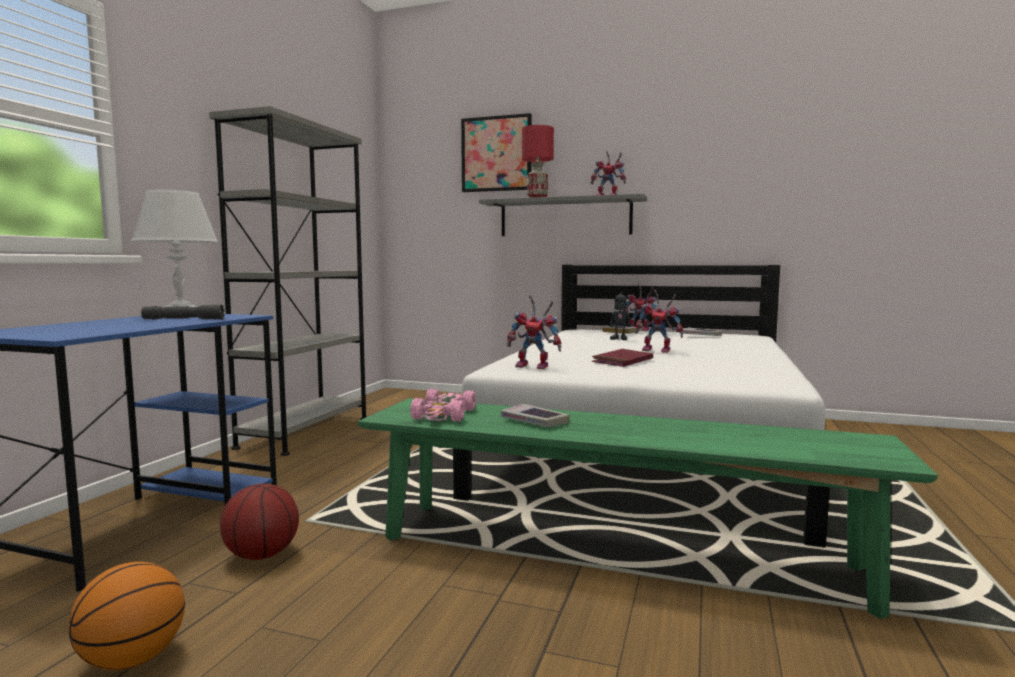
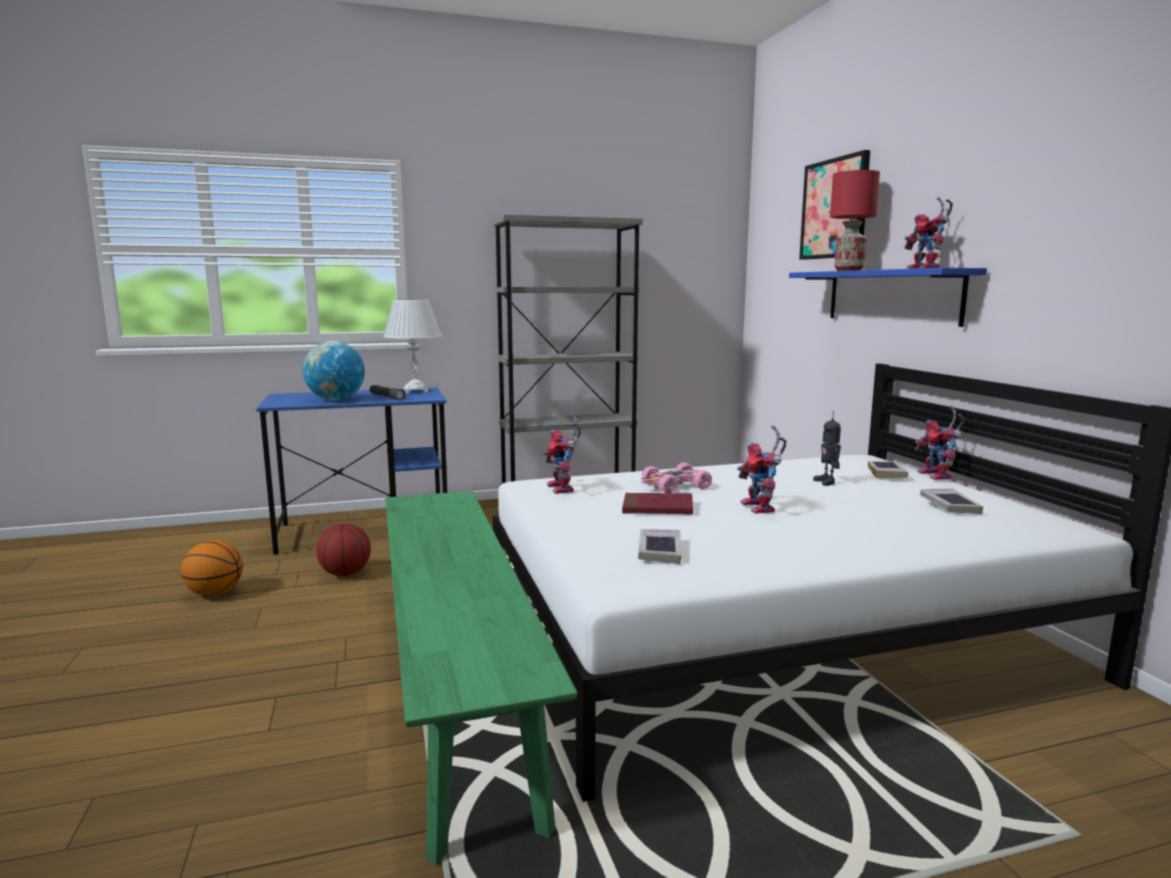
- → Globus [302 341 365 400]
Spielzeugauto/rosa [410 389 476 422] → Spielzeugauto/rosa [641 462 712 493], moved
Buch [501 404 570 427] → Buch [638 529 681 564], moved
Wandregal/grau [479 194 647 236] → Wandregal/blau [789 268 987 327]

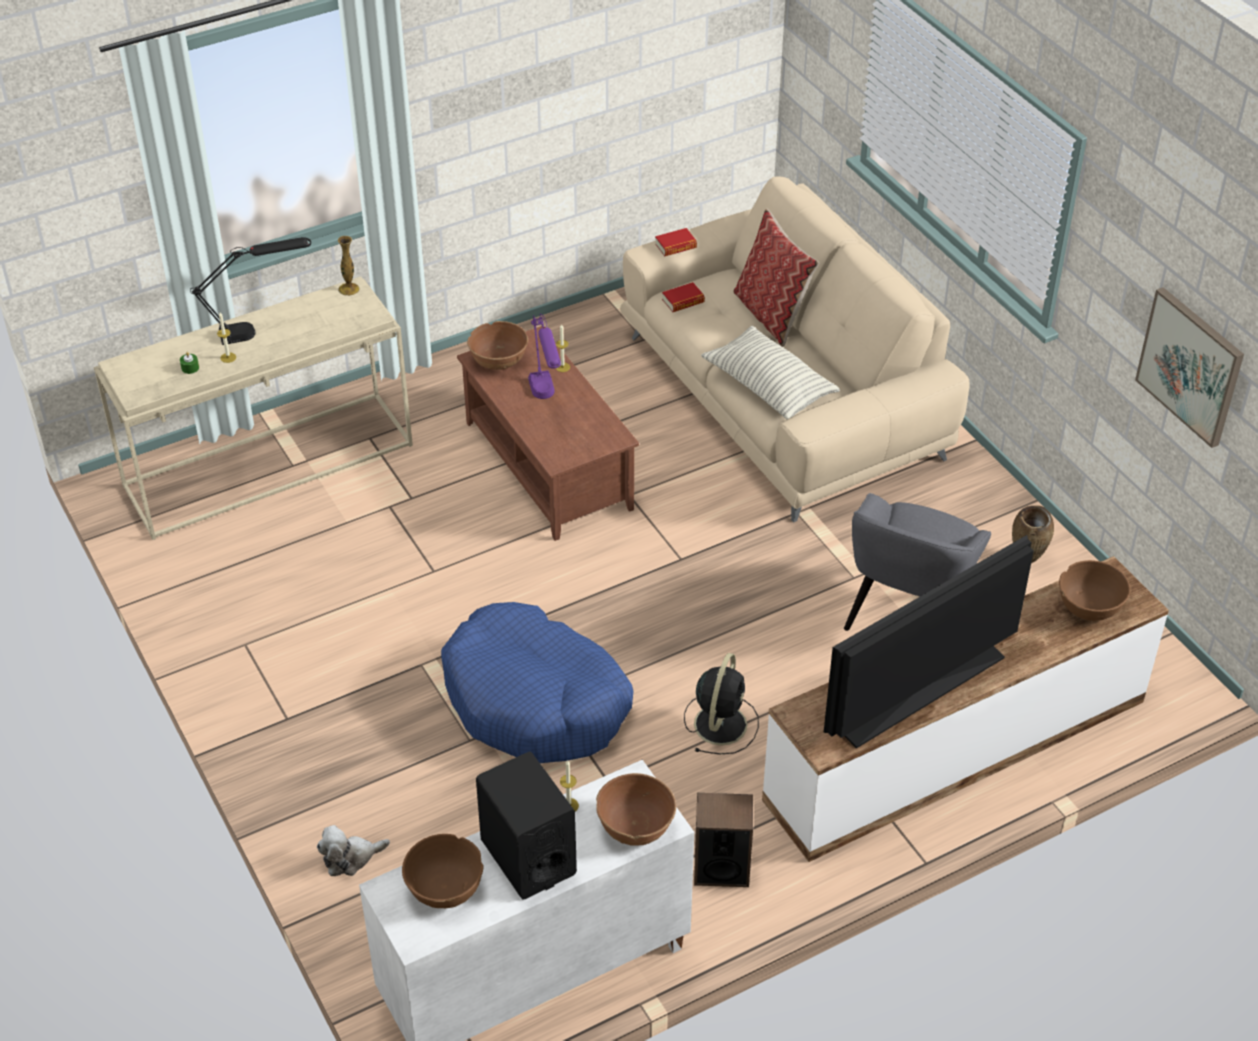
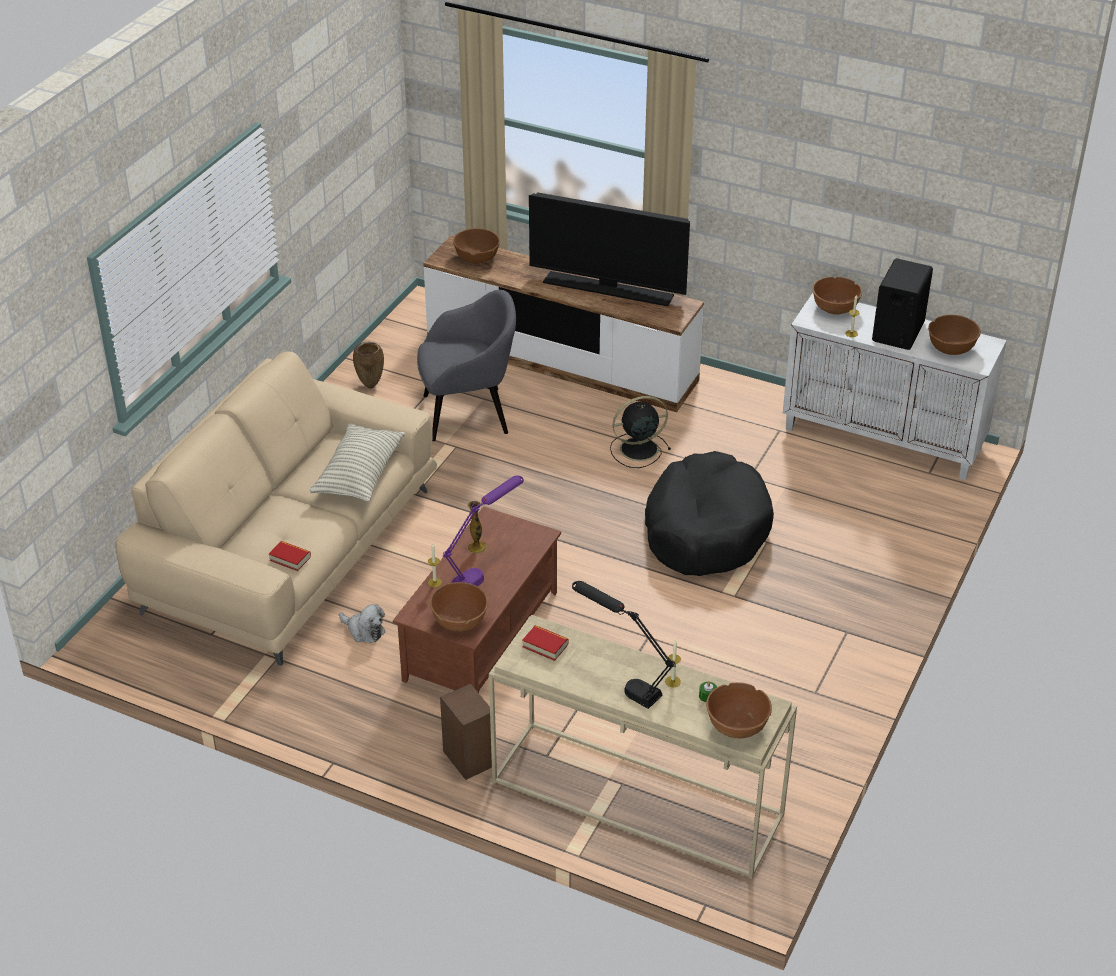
Kissen [733 209 819 347] → -
Bild [1135 287 1244 448] → -
- → Schüssel/braun [706 682 772 738]
Plüschtier [317 825 390 876] → Plüschtier [339 604 385 643], moved
Vase [338 236 360 296] → Vase [467 500 487 553], moved
Buch [655 228 697 256] → Buch [522 625 568 661], moved
Lautsprecher [694 793 753 887] → Lautsprecher [440 683 492 780], moved
Hundebett/blau [441 602 634 763] → Hundebett/schwarz [645 451 774 576]

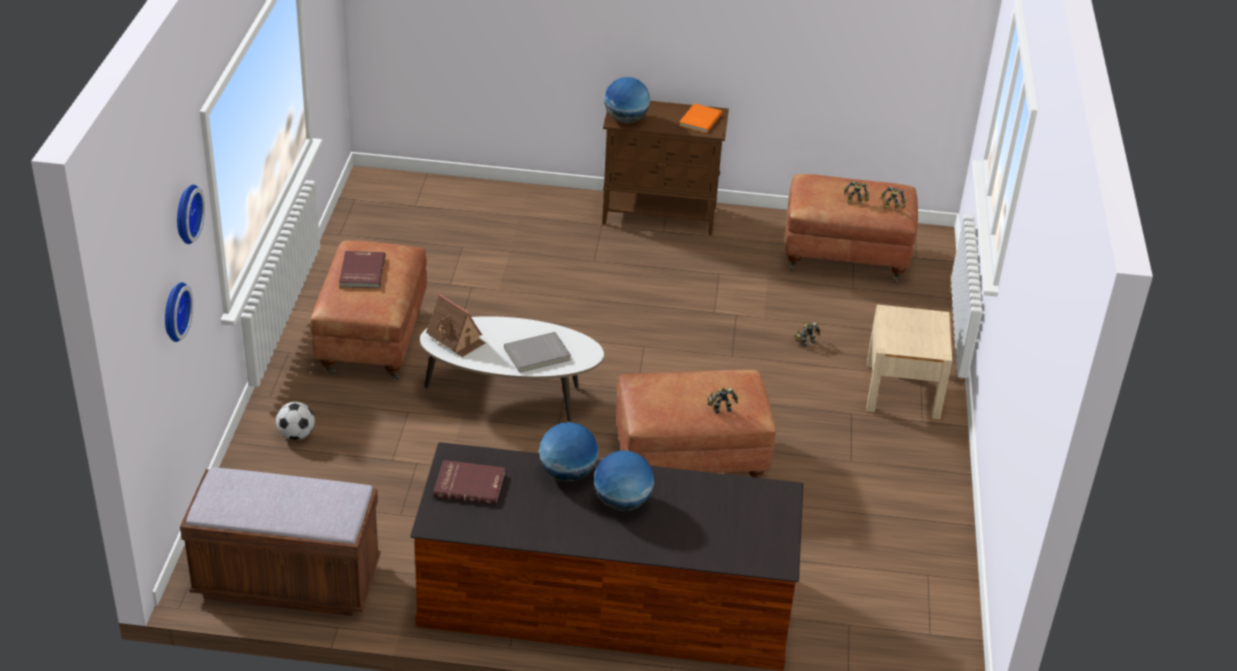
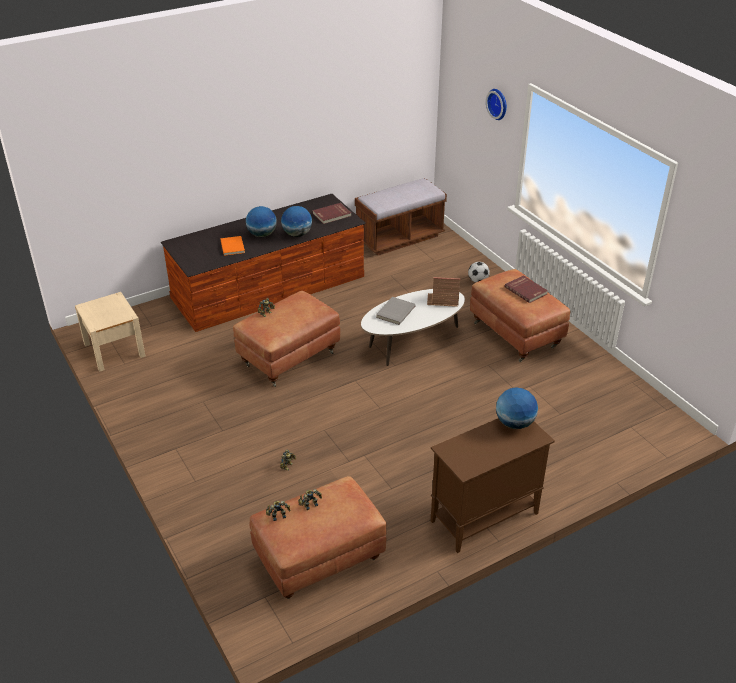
Wanduhr [165 282 193 342] → -
Buch/orange [679 103 722 133] → Buch/orange [220 236 245 256], moved
Nachttisch/beige [867 304 952 419] → Nachttisch/beige [75 292 145 372], moved

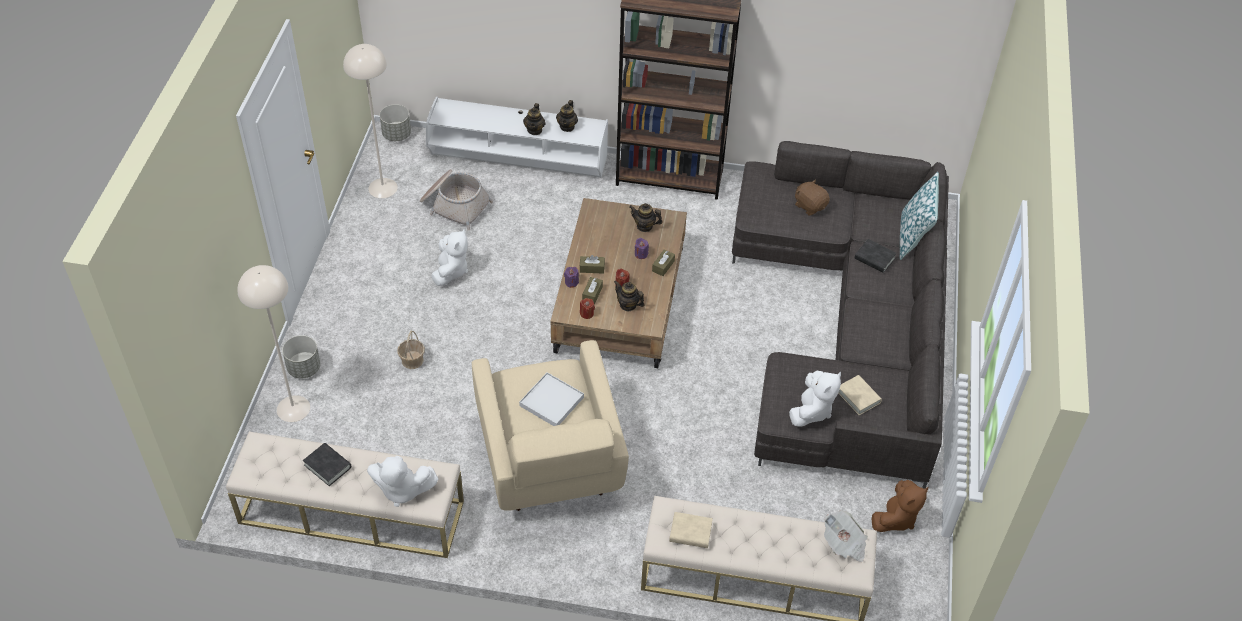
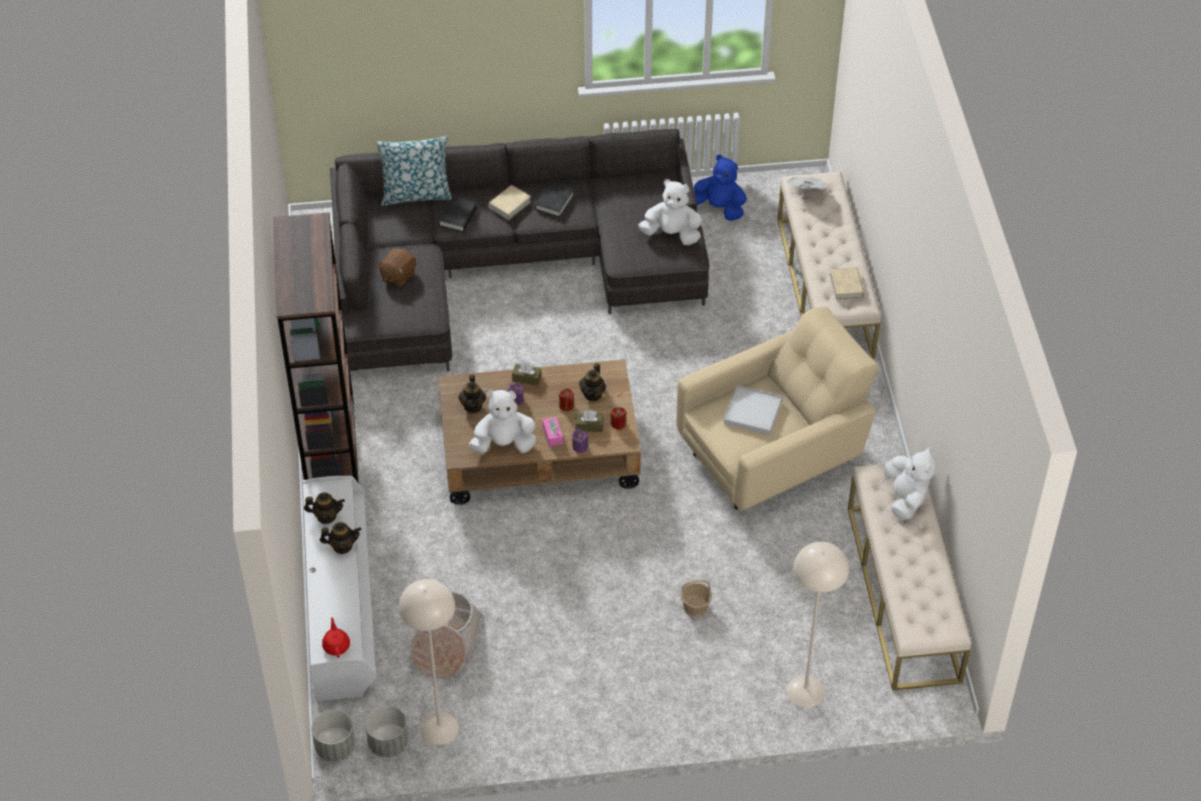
- → Teekanne/rot [322 618 350 658]
Pflanzkübel/grau [282 335 321 378] → Pflanzkübel/grau [365 706 408 758], moved
Buch/schwarz [303 443 351 486] → Buch/schwarz [535 183 574 217], moved
Plüschtier/weiß [431 228 468 286] → Plüschtier/weiß [469 390 537 453], moved
Buch/beige [838 375 882 415] → Buch/beige [488 185 531 220], moved
Taschentuchbox/braun [579 255 605 274] → Taschentuchbox/rosa [542 417 563 447]
Plüschtier/braun [872 480 929 532] → Plüschtier/blau [694 155 747 221]

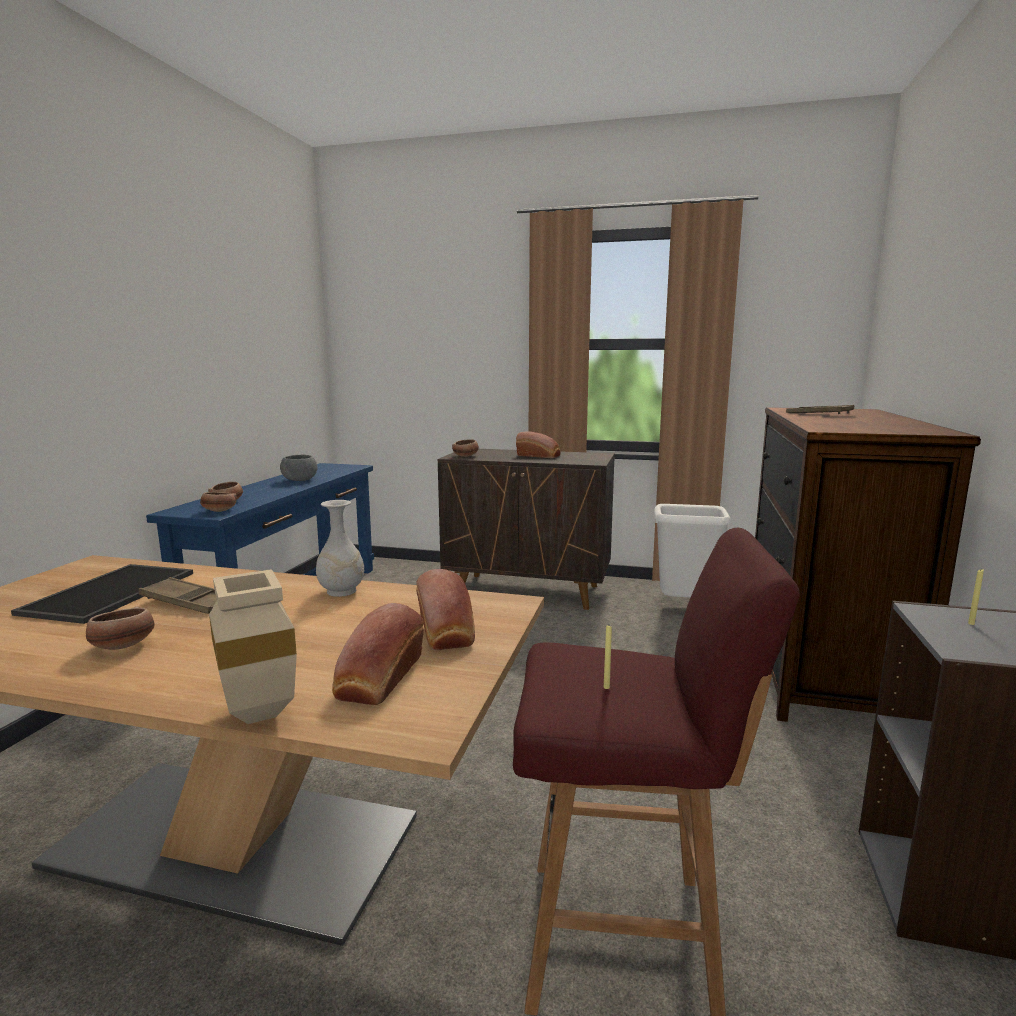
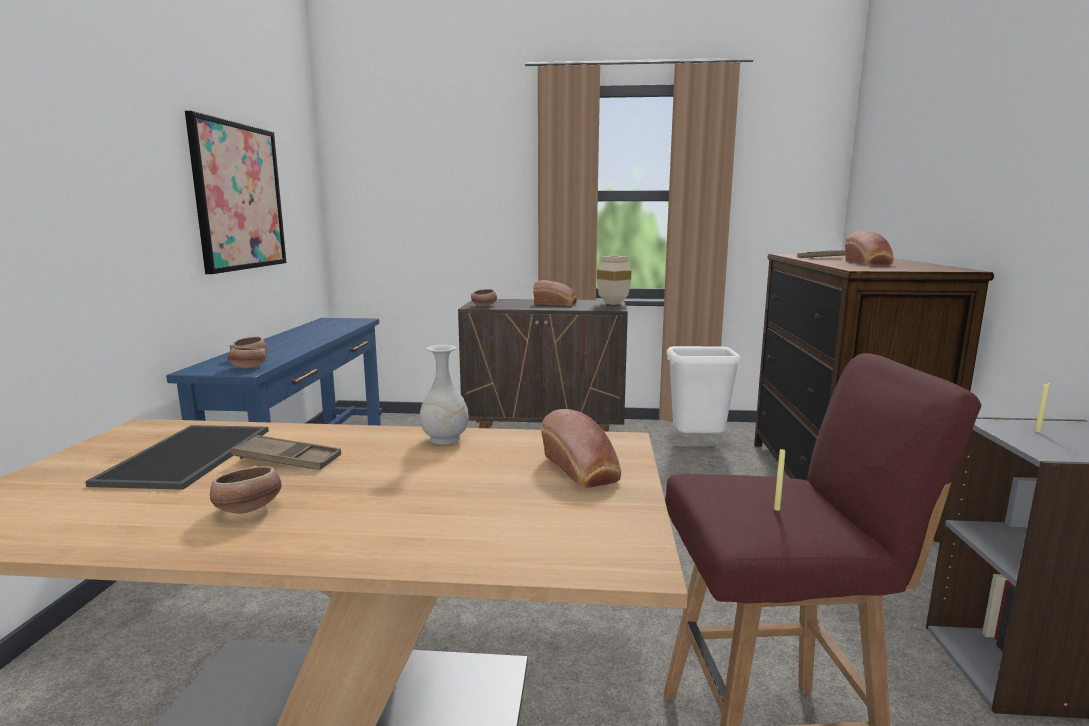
Schüssel/grau [280 455 318 481] → -
- → Bild [185 111 287 274]
Vase/beige [209 569 297 724] → Vase/beige [597 256 632 305], moved
Brot [332 603 424 705] → Brot [845 231 894 265], moved

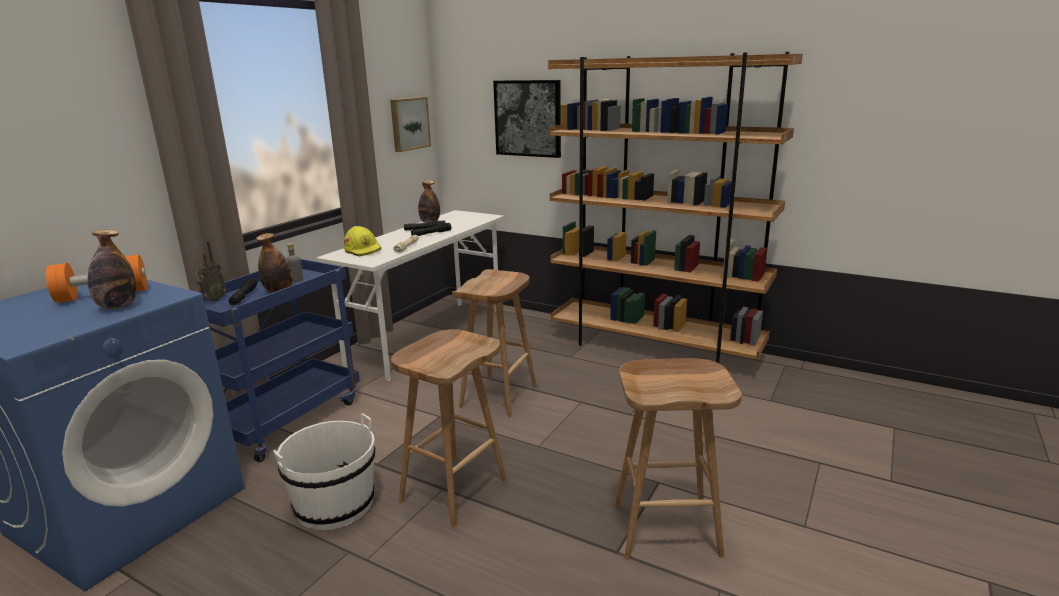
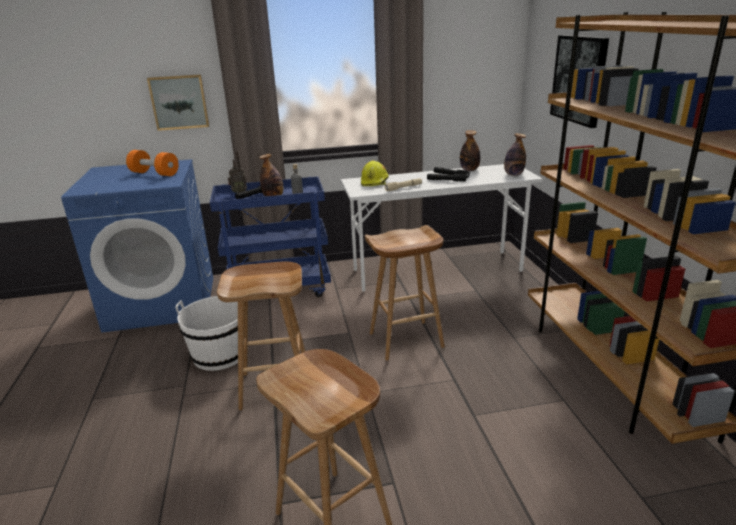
Flasche [88 230 136 309] → Flasche [504 133 526 176], moved
Bild [390 97 431 152] → Bild [147 74 209 131], moved

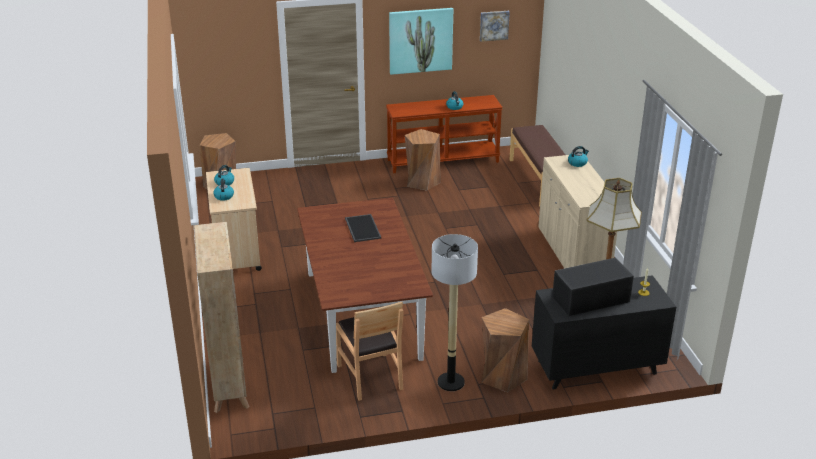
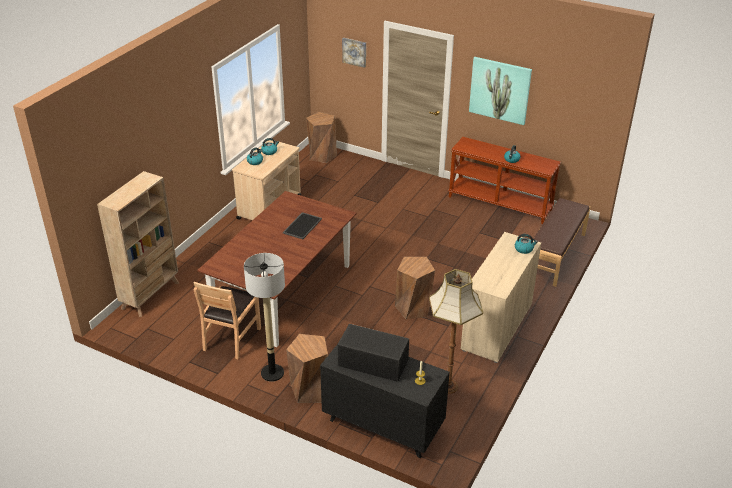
Hocker/braun [405 129 441 191] → Hocker/braun [395 257 435 319], moved
Bild [480 11 510 42] → Bild [342 38 366 68], moved

